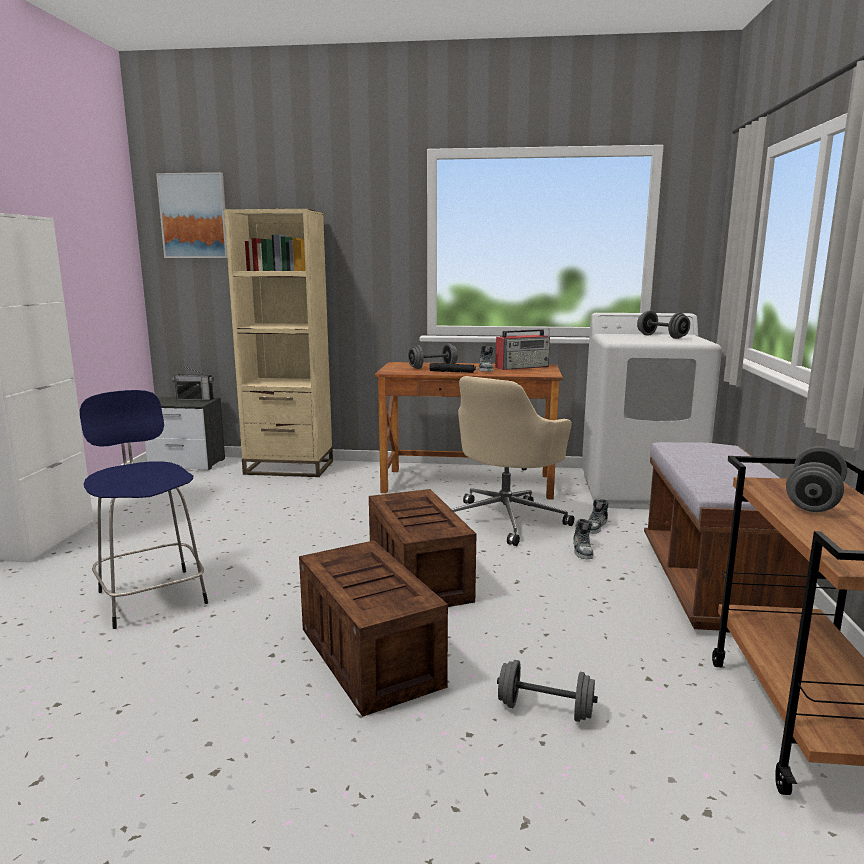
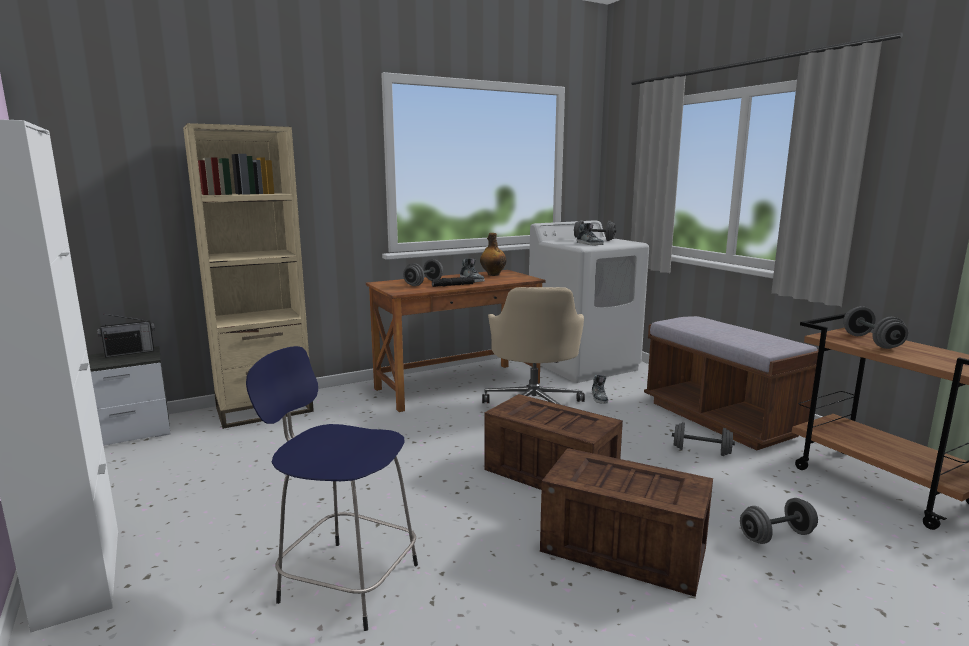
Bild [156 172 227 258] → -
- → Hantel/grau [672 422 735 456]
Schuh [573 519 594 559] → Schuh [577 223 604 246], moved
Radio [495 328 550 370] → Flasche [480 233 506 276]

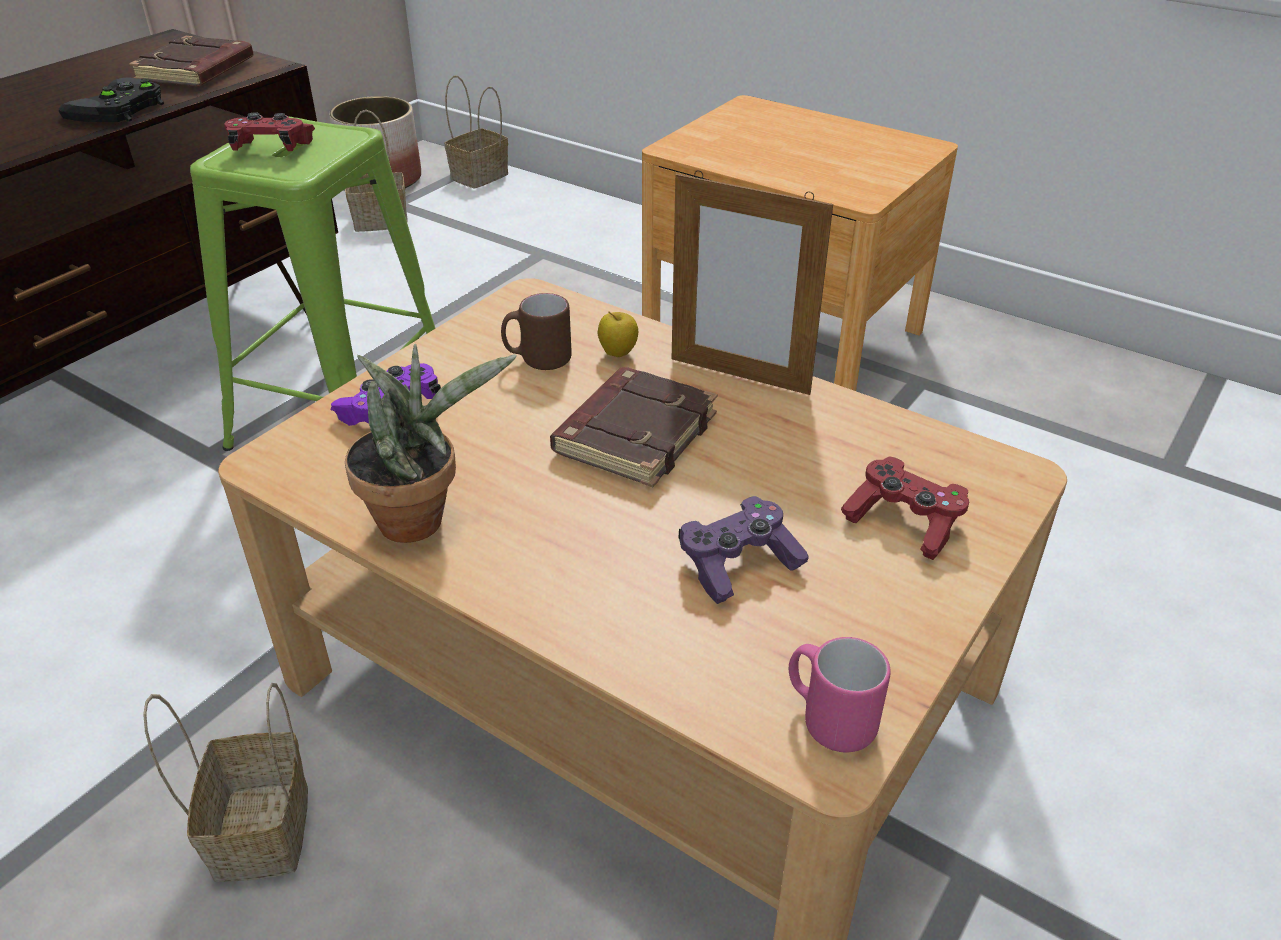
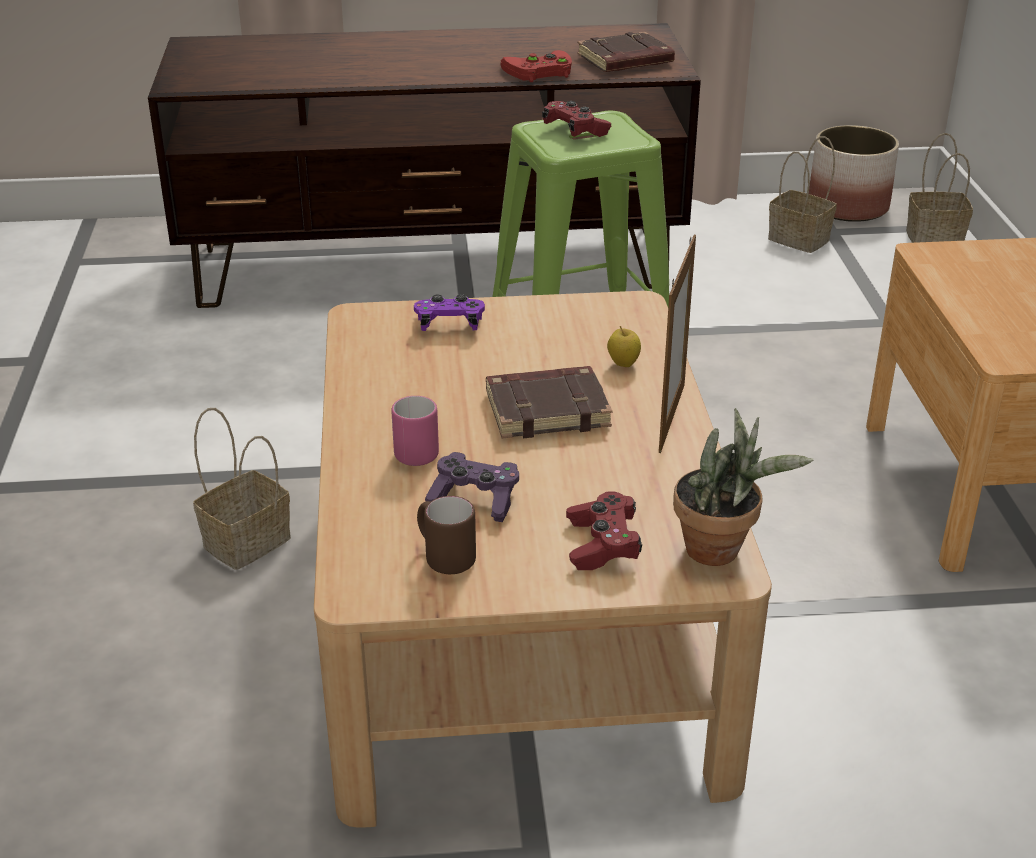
Topfpflanze [345 344 517 543] → Topfpflanze [673 408 814 566], moved
Henkelbecher/braun [501 293 572 370] → Henkelbecher/braun [417 496 476 574], moved
Henkelbecher/rosa [789 637 890 753] → Henkelbecher/rosa [391 396 439 466], moved
Gamepad/schwarz [59 77 164 122] → Gamepad/rot [500 50 572 82]
Bilderrahmen [672 170 833 395] → Bilderrahmen [659 235 696 453], 150 degrees counterclockwise

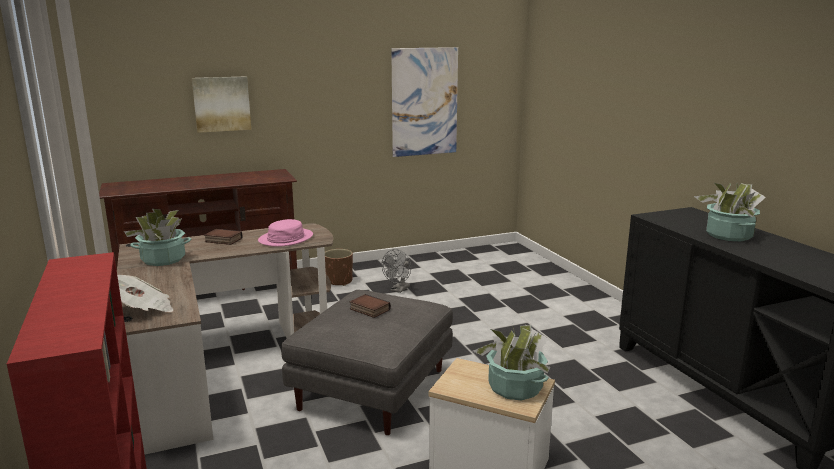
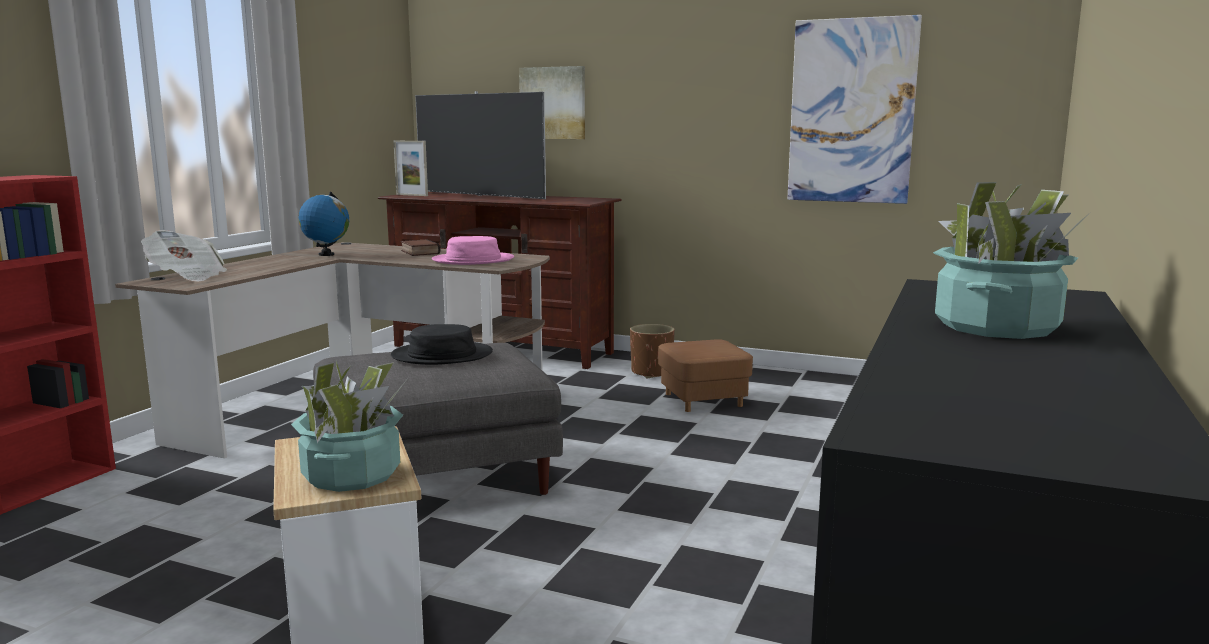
- → Bilderrahmen [393 141 428 196]
- → Fernseher [415 91 546 199]
Topfpflanze [124 209 191 266] → Globus [298 192 349 256]
Buch [349 294 391 318] → Hut/schwarz [391 324 493 365]
Ventilator/grau [382 249 411 293] → Polsterhocker/braun [658 339 753 412]

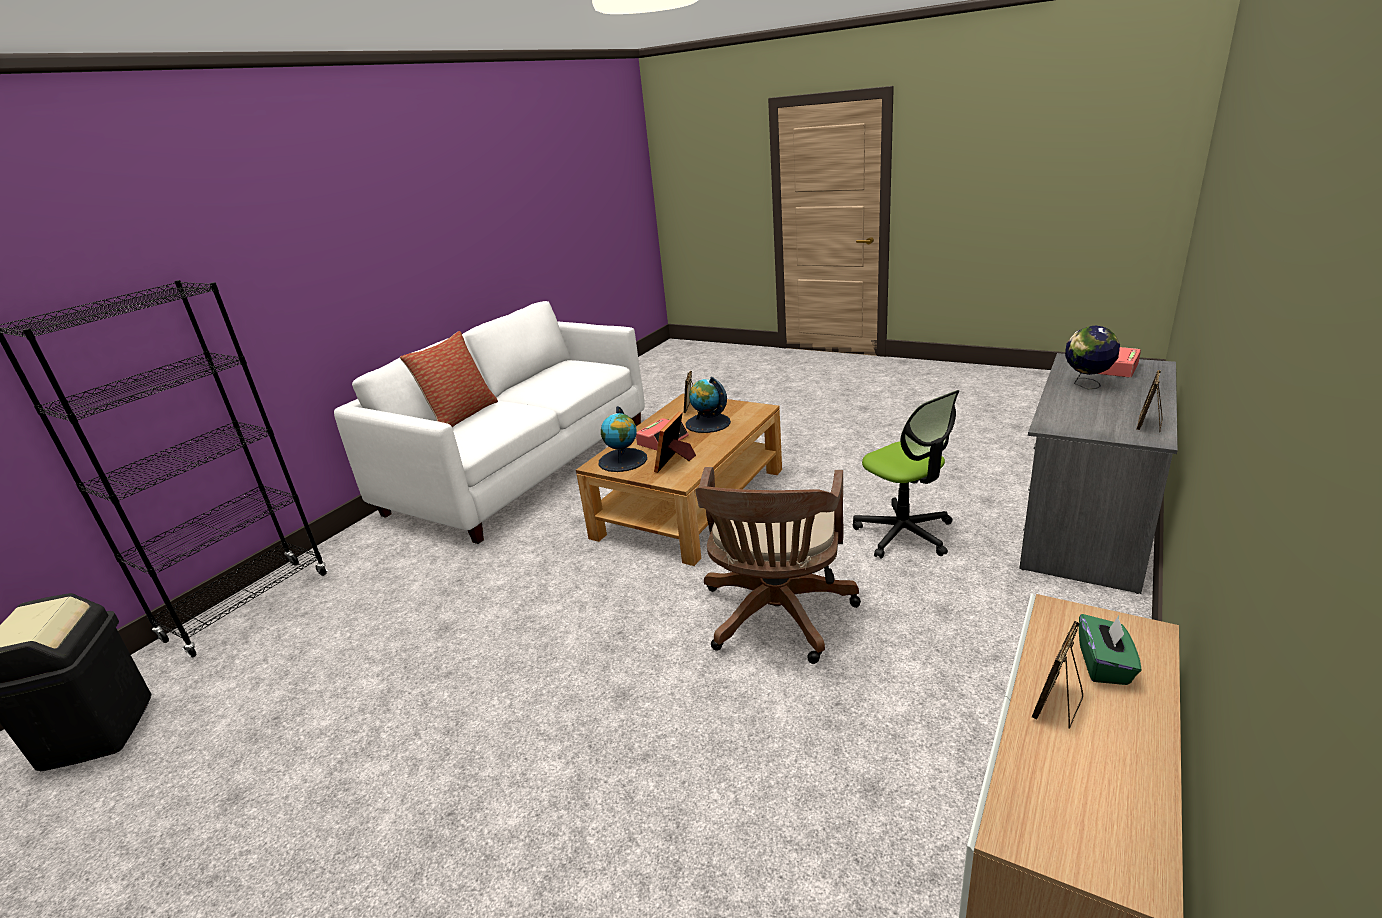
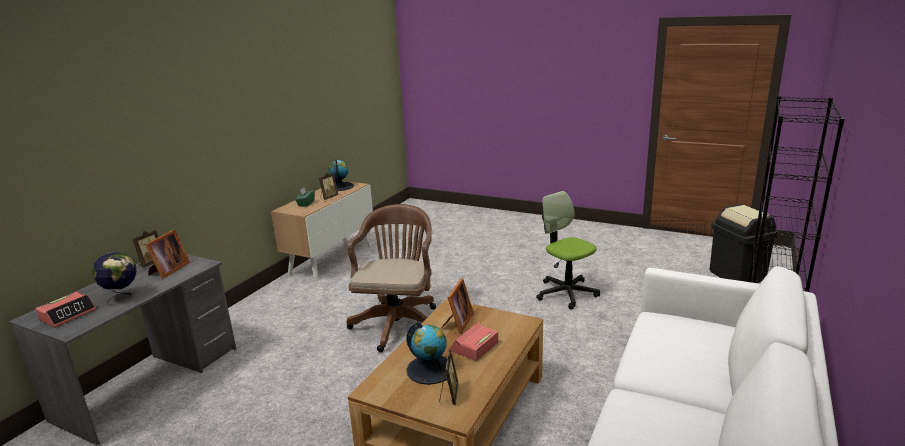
Kissen [400 331 498 427] → -
- → Bilderrahmen [145 229 190 279]
Globus [599 406 647 472] → Globus [329 159 354 191], moved
Bürostuhl [853 390 959 559] → Bürostuhl [536 191 600 309], moved

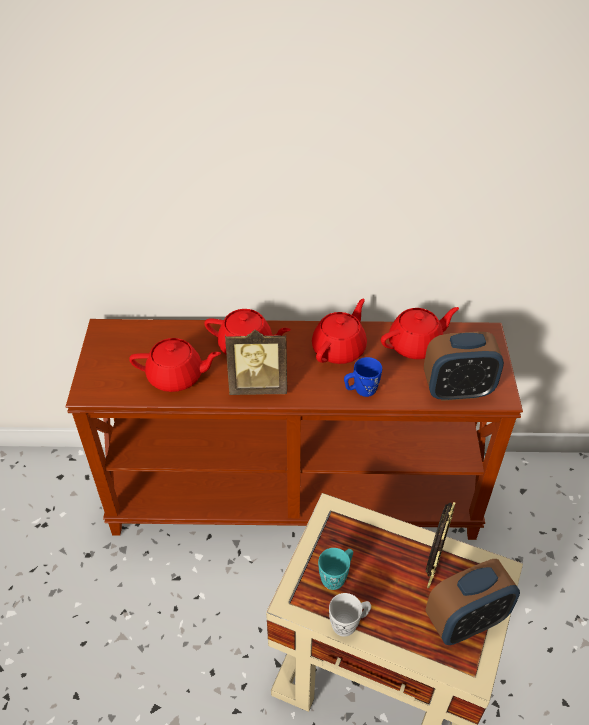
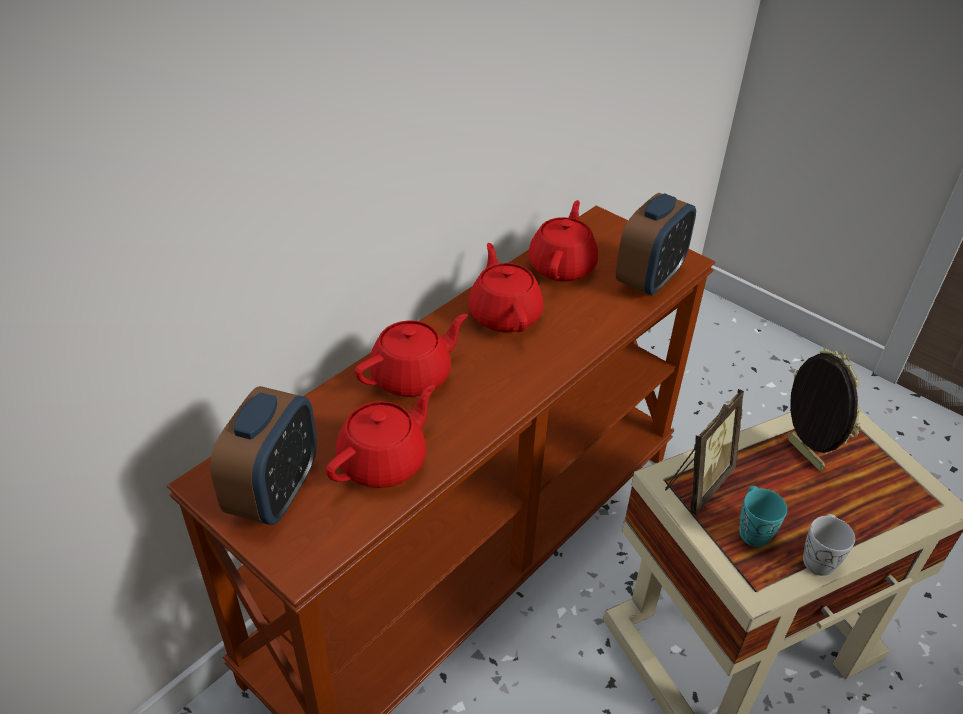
Henkelbecher/blau [344 357 382 397] → -
Bilderrahmen [225 330 287 395] → Bilderrahmen [665 389 744 515], moved
Wecker [425 559 520 645] → Wecker [210 386 317 525], moved

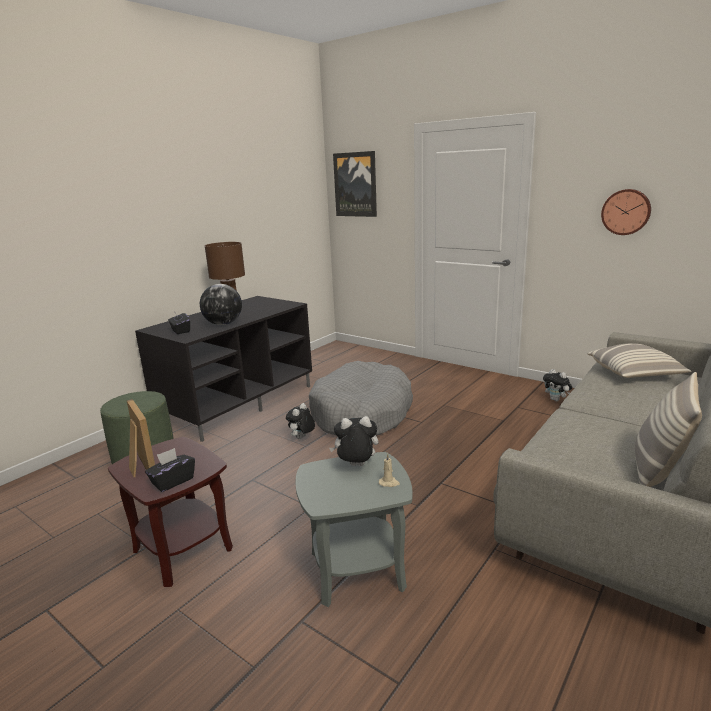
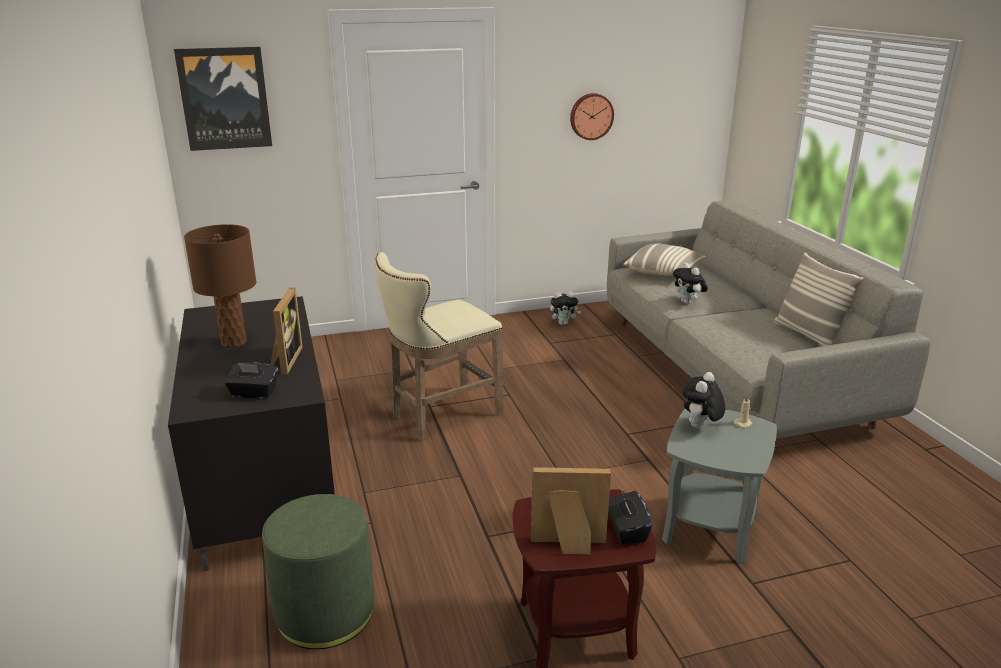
Plüschtier [286 403 315 439] → Plüschtier [673 262 708 304], moved
Globus [200 284 242 325] → Bilderrahmen [271 288 303 375]
Hundebett/grau [309 361 413 436] → Hocker/beige [375 252 504 441]

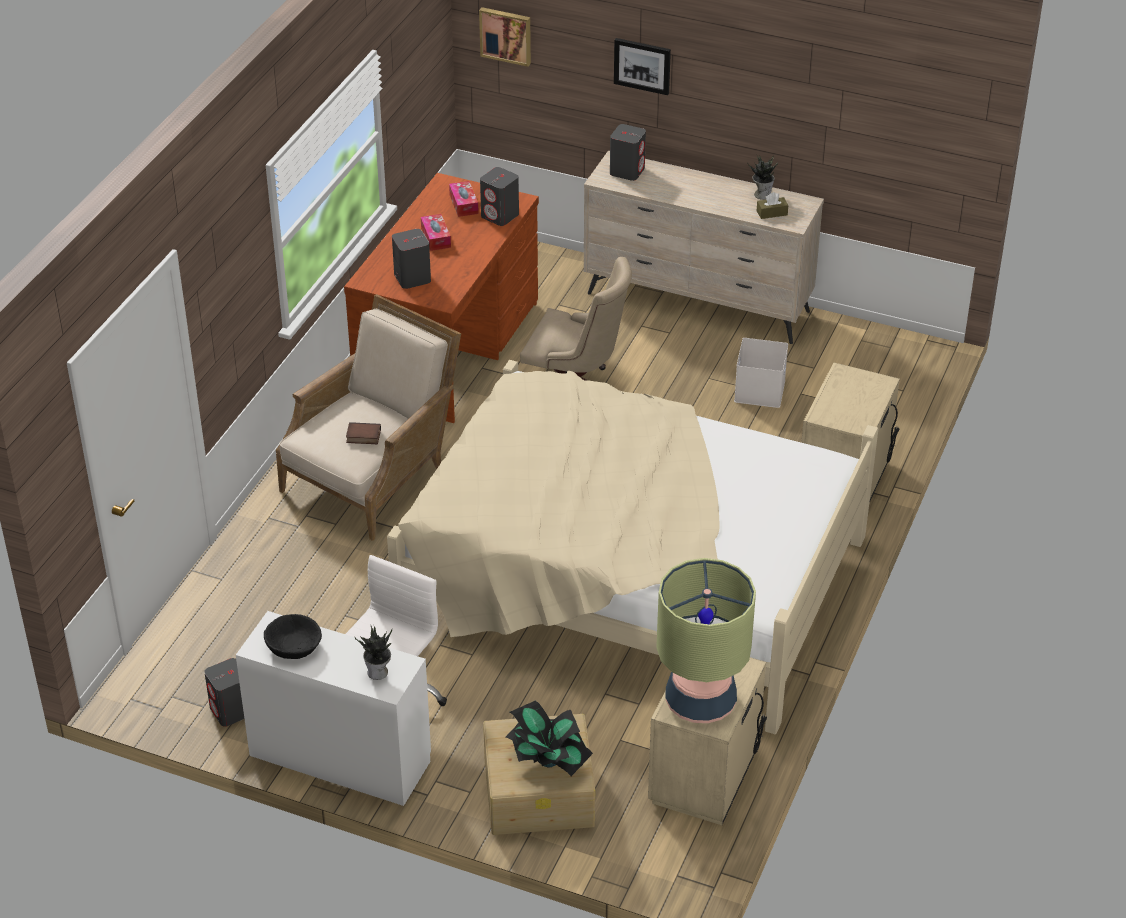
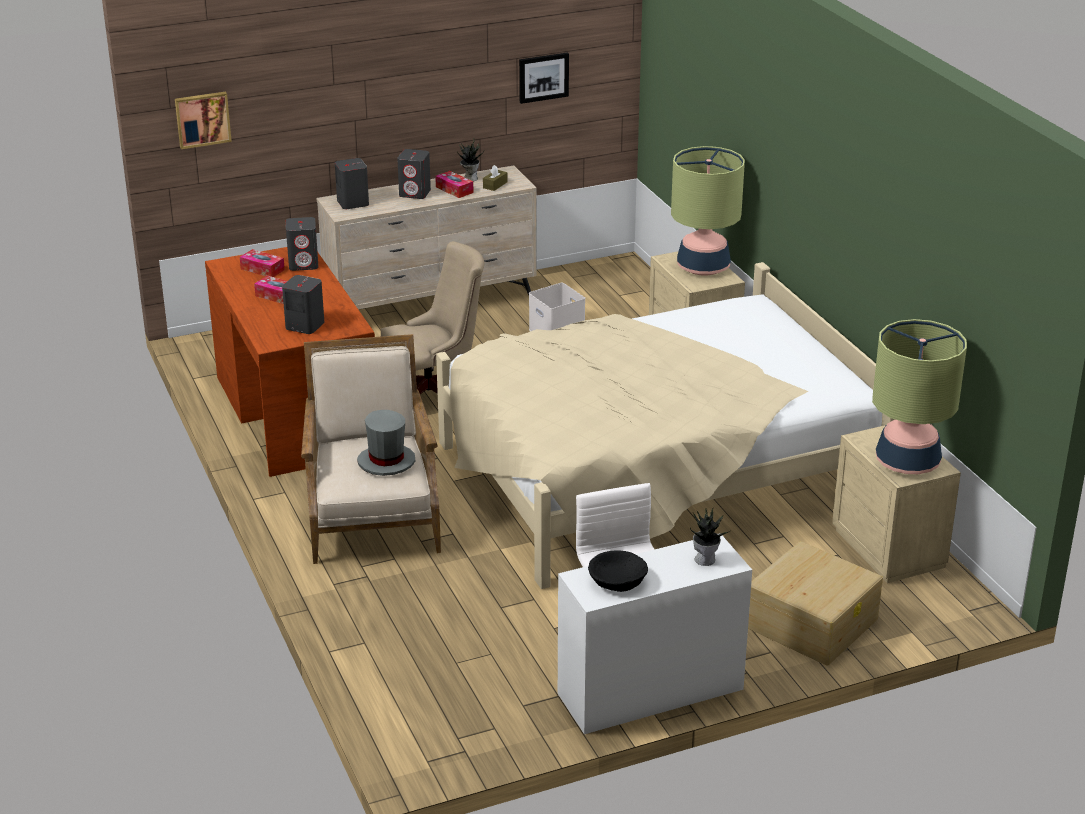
Topfpflanze [506 701 593 776] → -
- → Taschentuchbox [435 171 473 198]
- → Tischlampe [671 146 745 276]
Lautsprecher/grau [204 658 244 727] → Lautsprecher/grau [397 149 431 199], moved
Bild [614 38 671 95] → Bild [519 52 569 104], moved
Buch [346 422 381 444] → Hut/grau [357 410 415 476]

